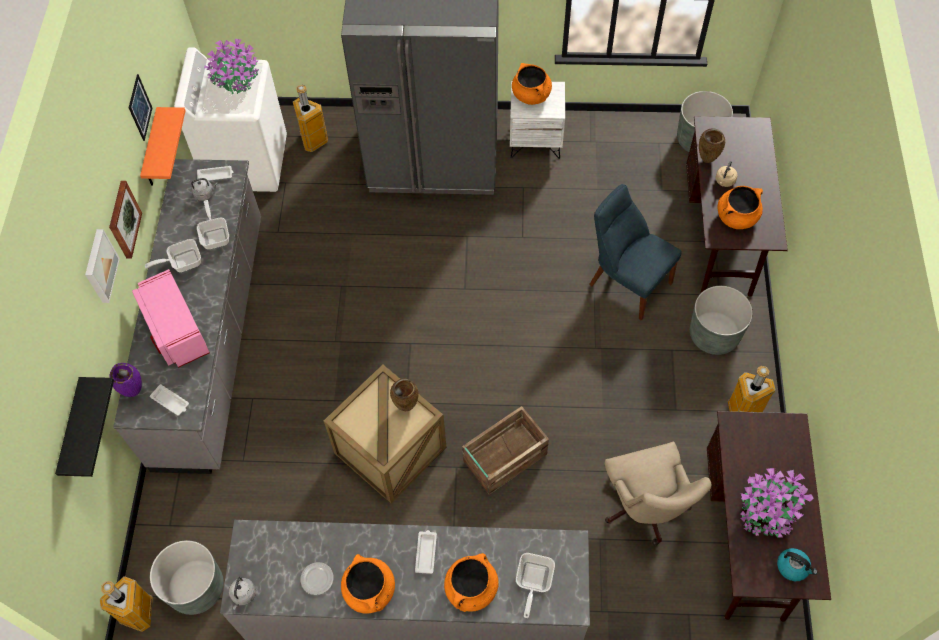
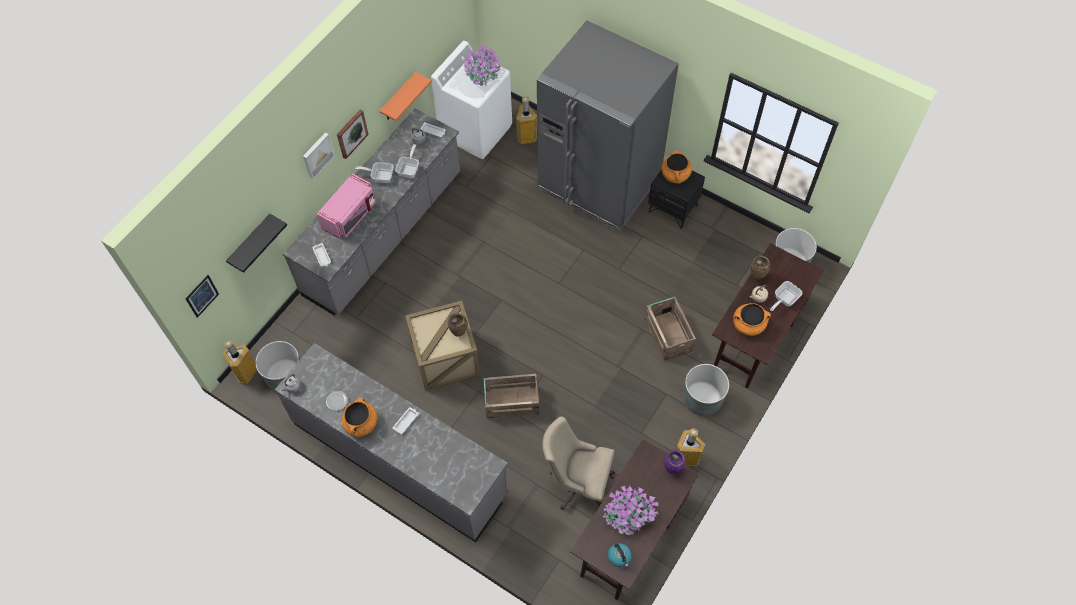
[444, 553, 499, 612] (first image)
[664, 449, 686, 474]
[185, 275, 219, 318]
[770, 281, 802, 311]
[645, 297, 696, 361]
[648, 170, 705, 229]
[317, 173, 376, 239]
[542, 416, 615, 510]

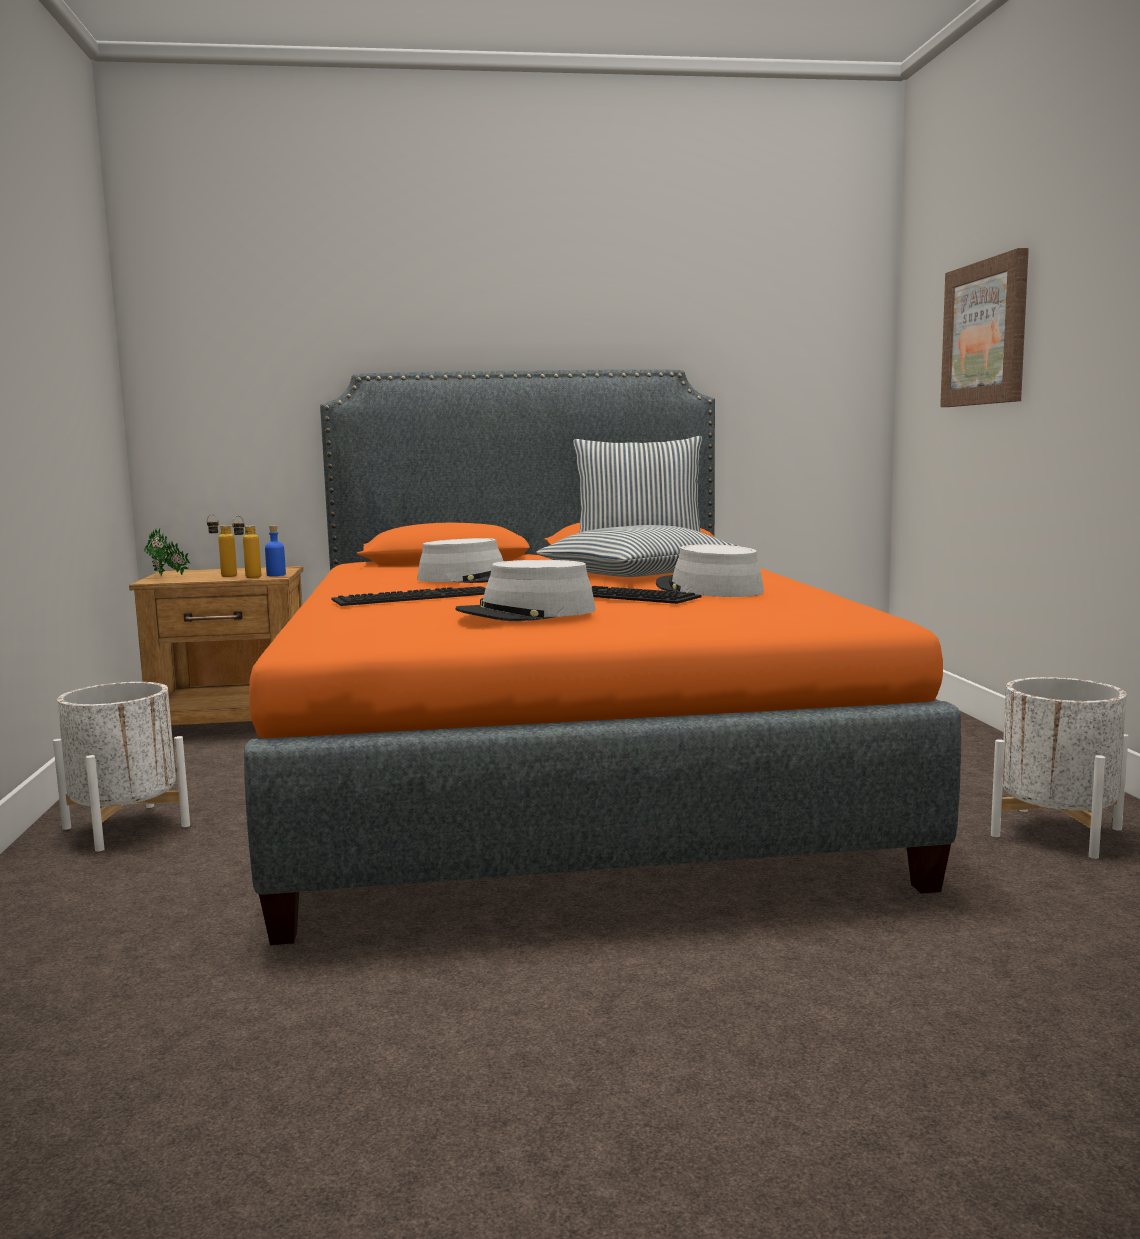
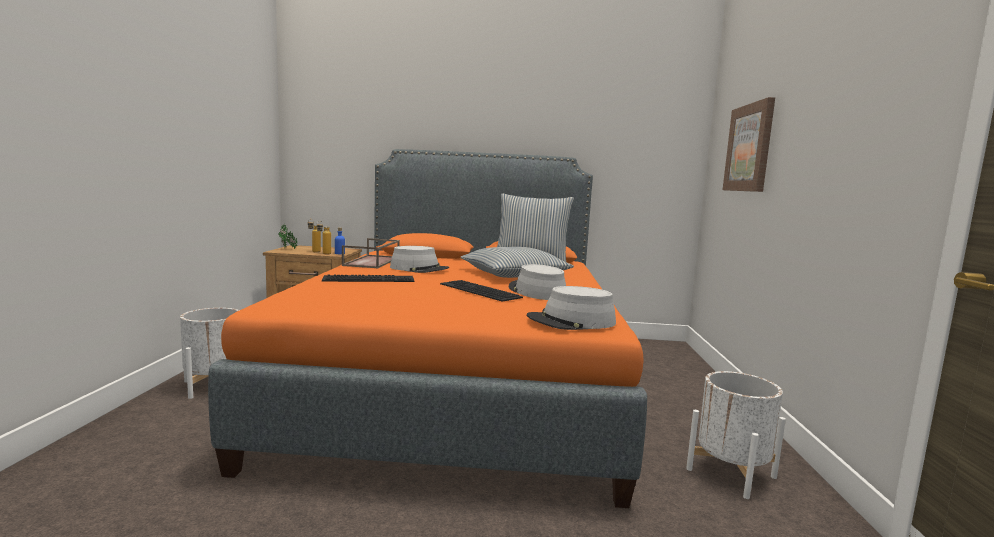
[342, 238, 400, 268]
[526, 286, 616, 330]

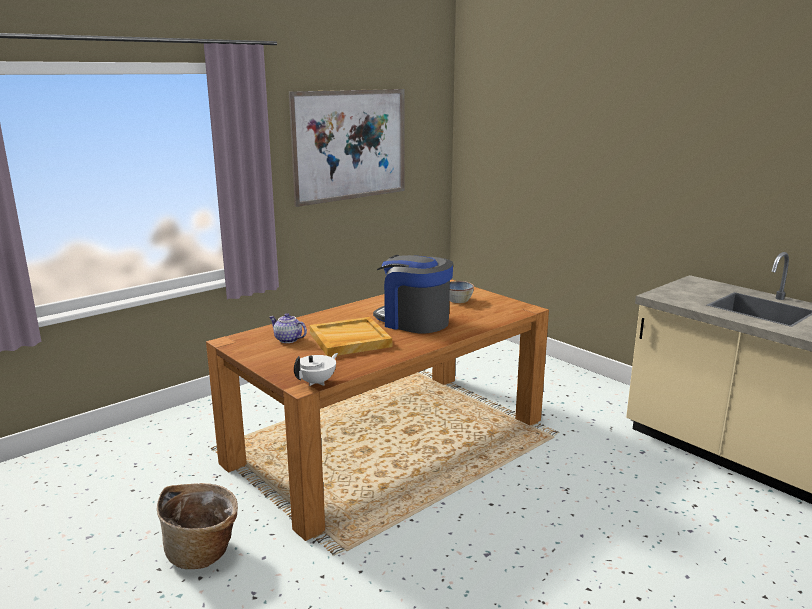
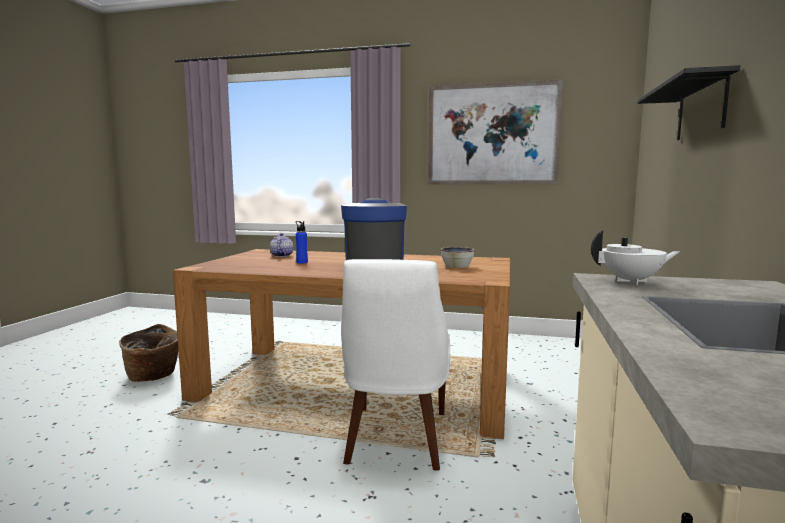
[341, 259, 450, 471]
[637, 65, 740, 140]
[591, 230, 681, 285]
[296, 221, 308, 264]

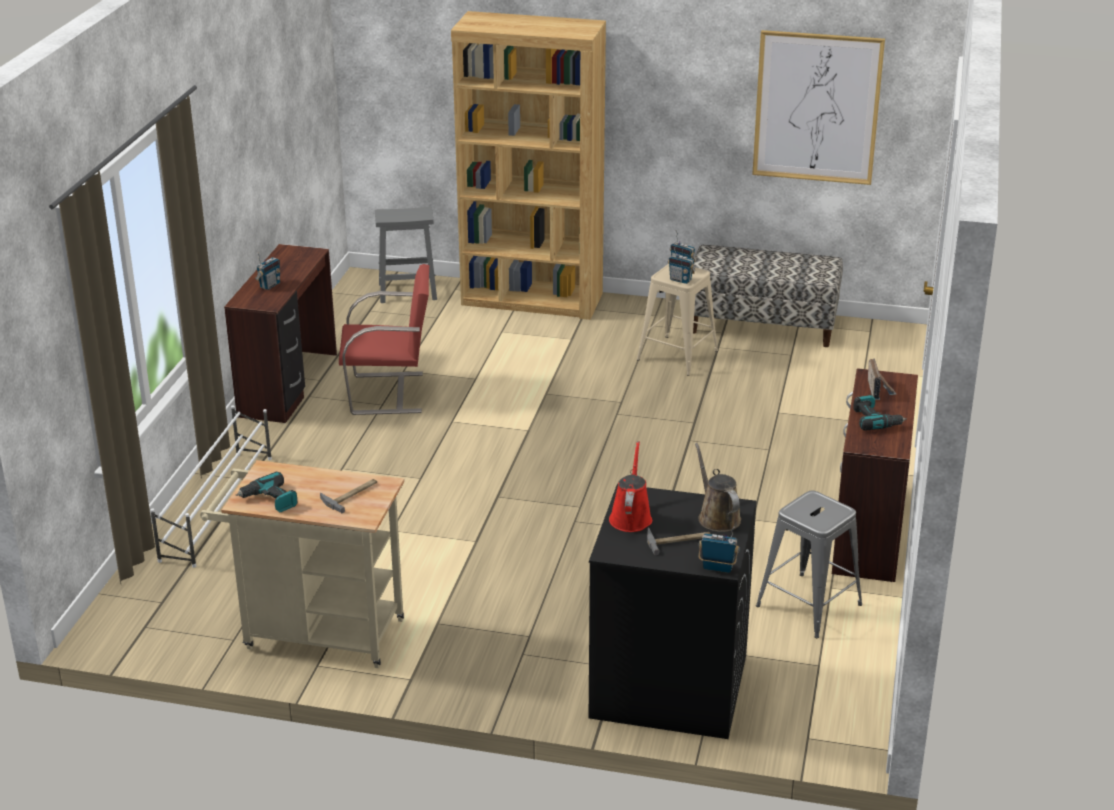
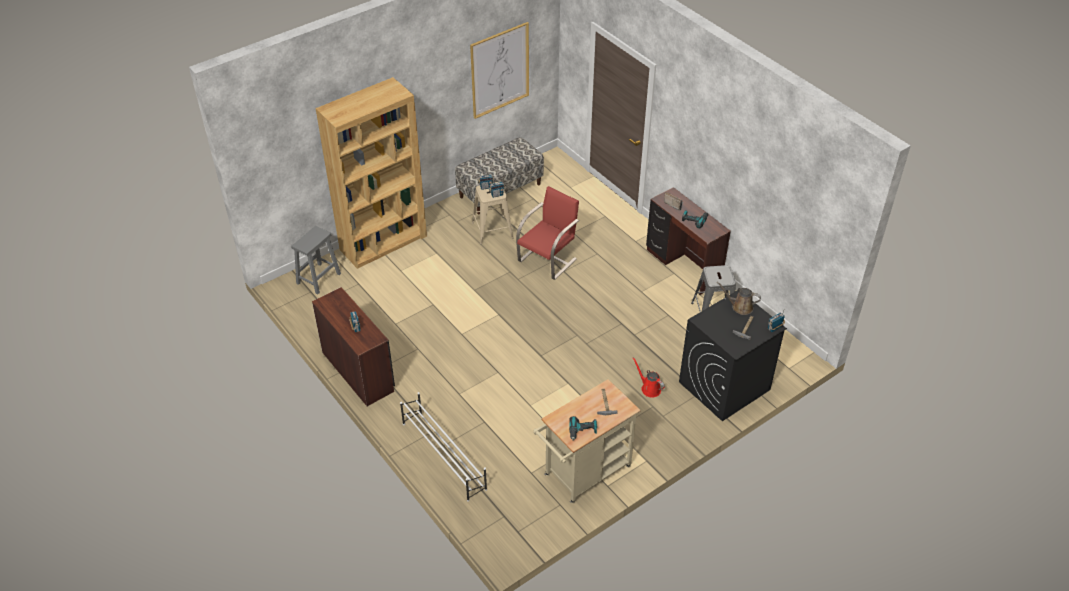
[516, 186, 579, 280]
[633, 357, 665, 398]

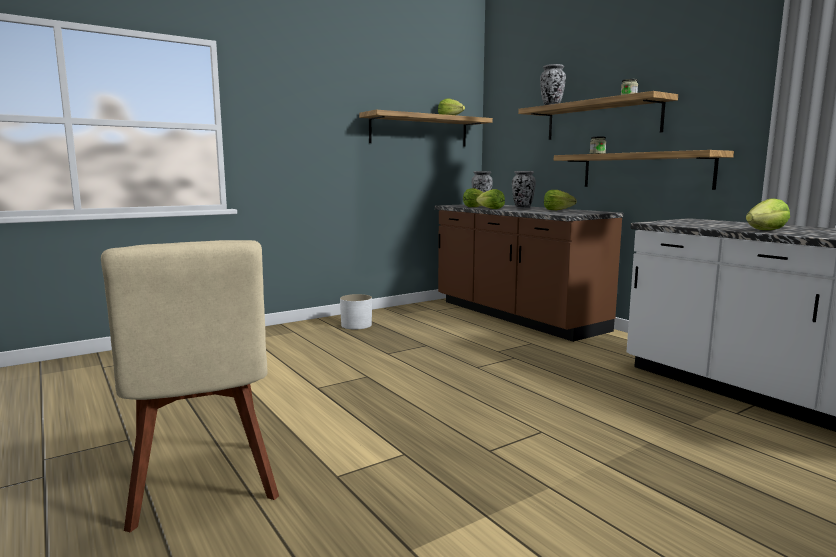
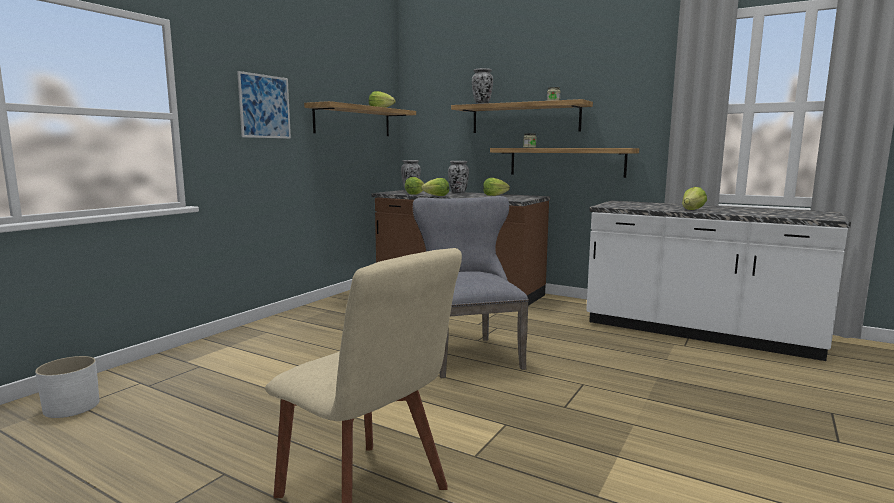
[237, 71, 291, 139]
[413, 196, 529, 378]
[35, 356, 99, 418]

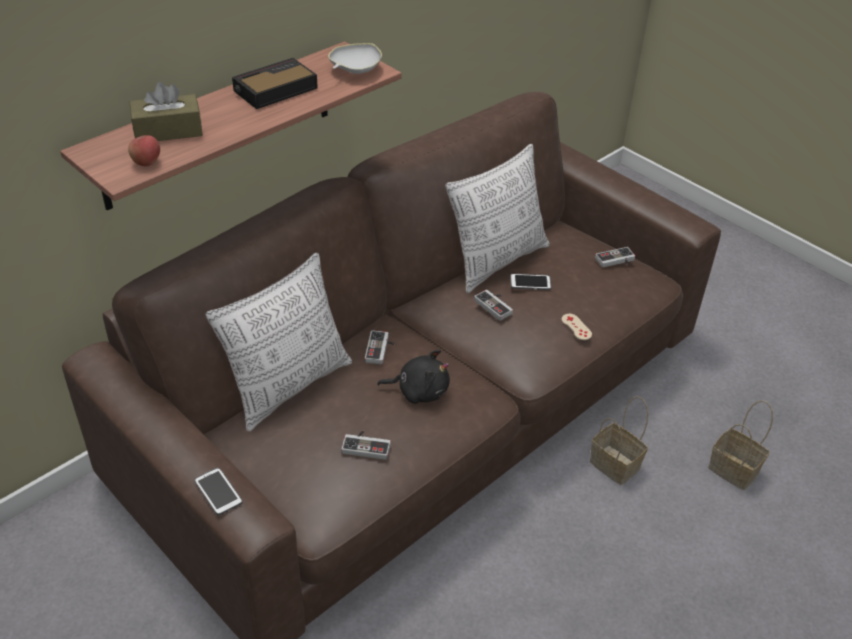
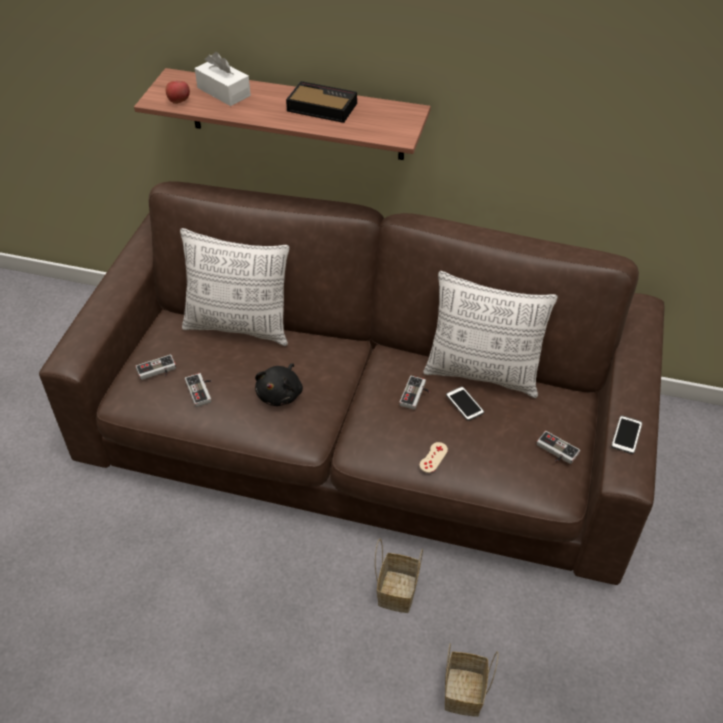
[328, 43, 382, 74] (first image)
[611, 416, 642, 454]
[136, 355, 176, 380]
[195, 52, 251, 106]
[255, 363, 303, 406]

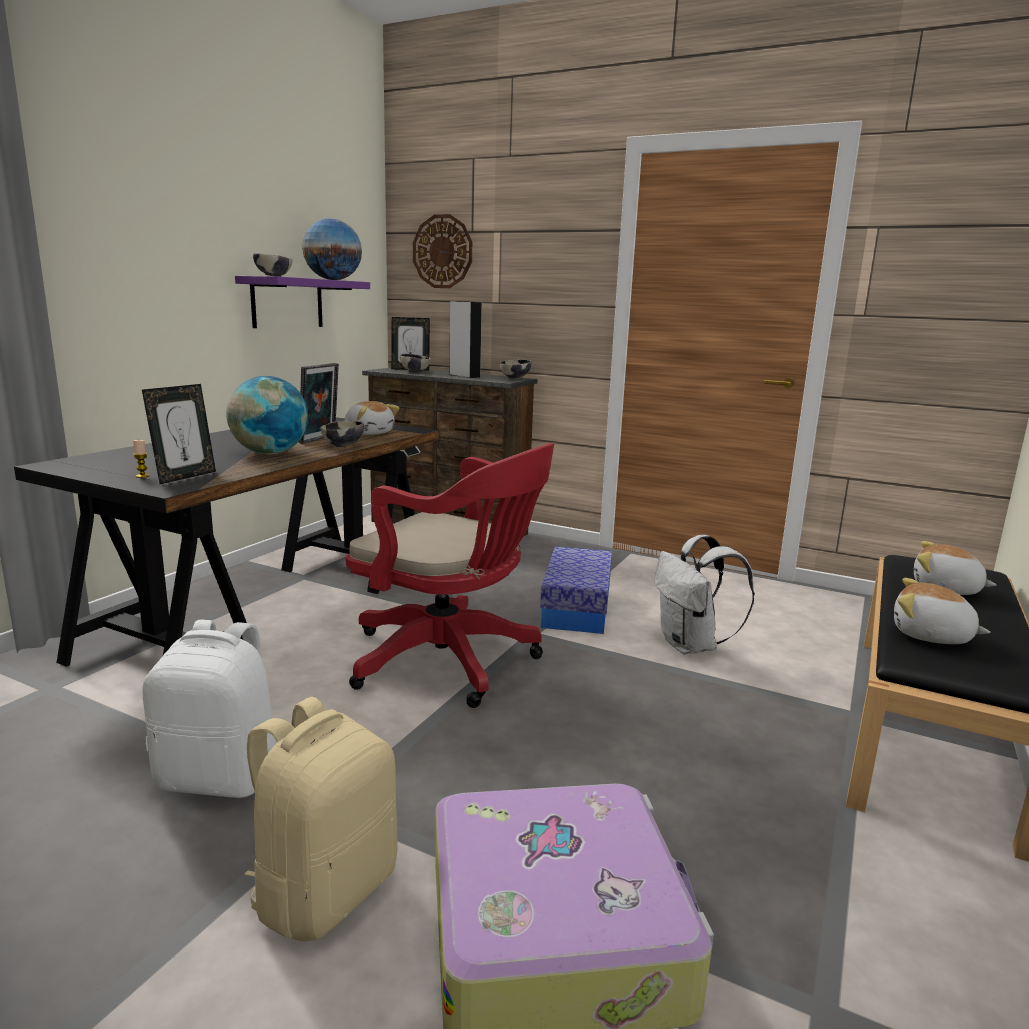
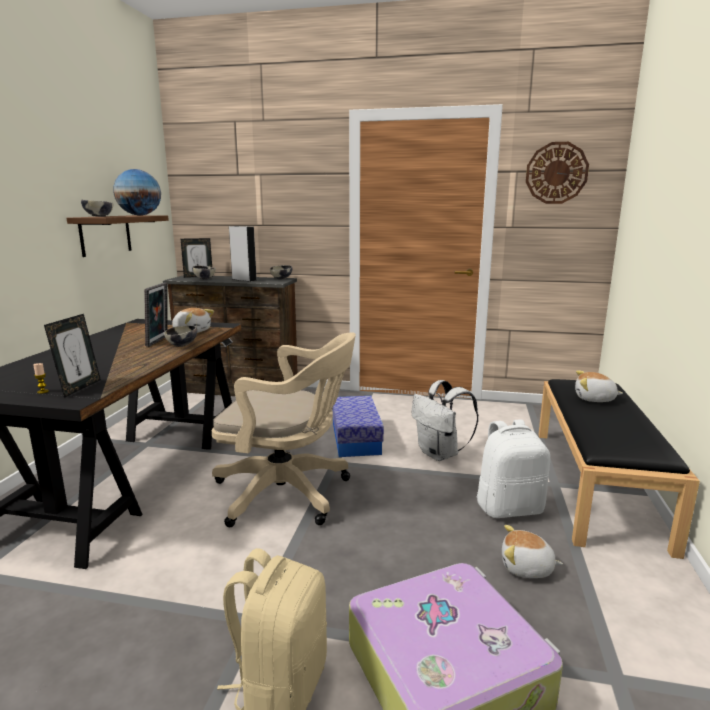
[226, 376, 308, 454] (first image)
[477, 419, 550, 518]
[526, 142, 589, 204]
[502, 525, 563, 578]
[67, 215, 169, 257]
[212, 332, 356, 527]

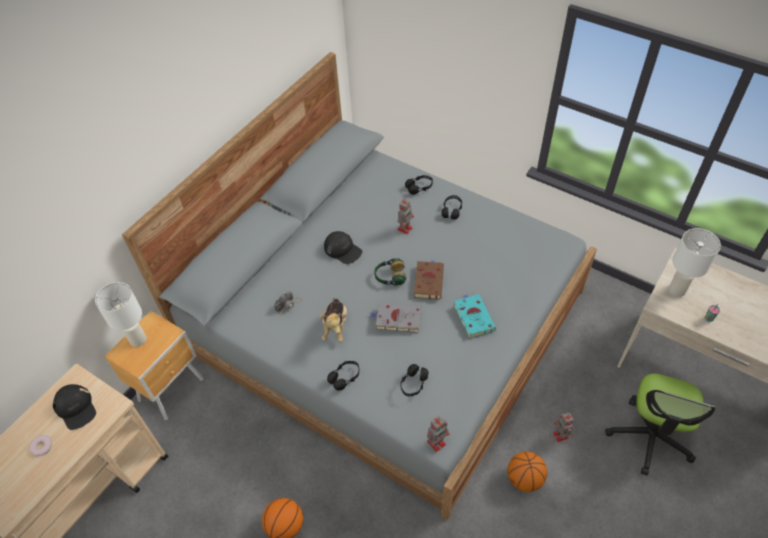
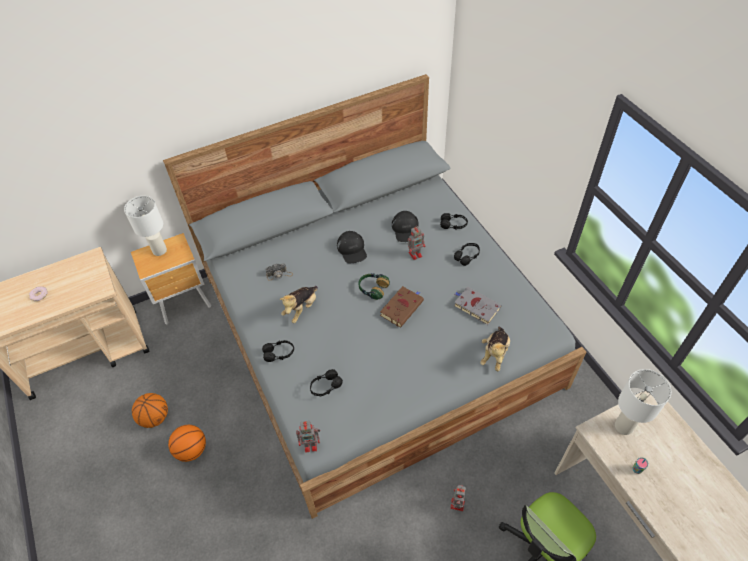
[454, 294, 496, 339] (first image)
[480, 327, 510, 371]
[392, 211, 418, 242]
[454, 287, 502, 325]
[132, 393, 168, 428]

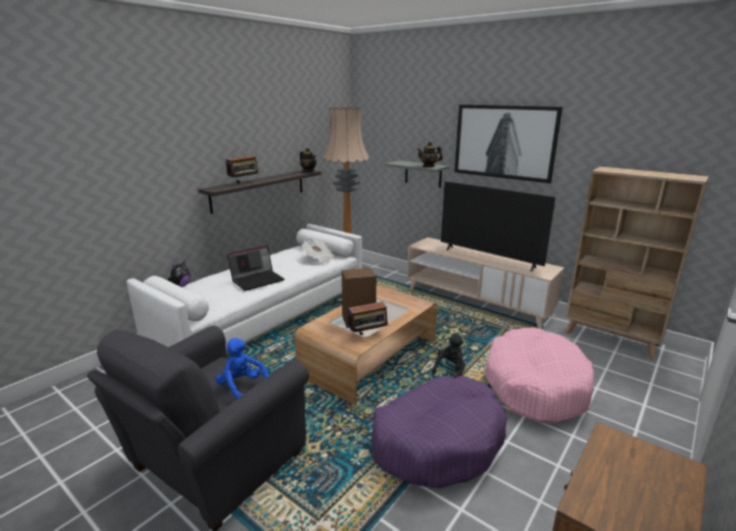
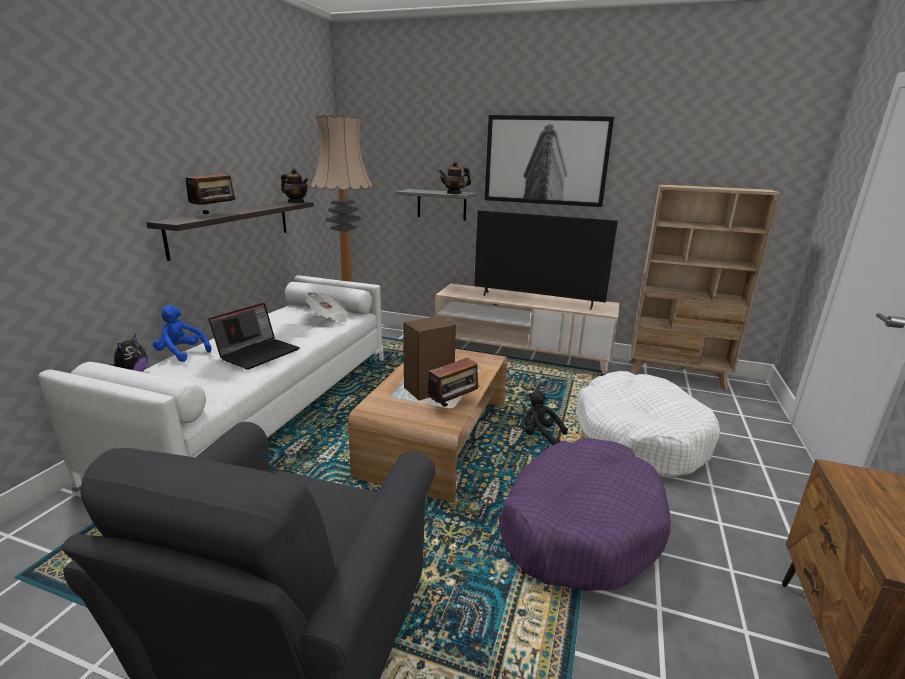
[153, 305, 211, 362]
[576, 371, 720, 478]
[524, 391, 568, 445]

